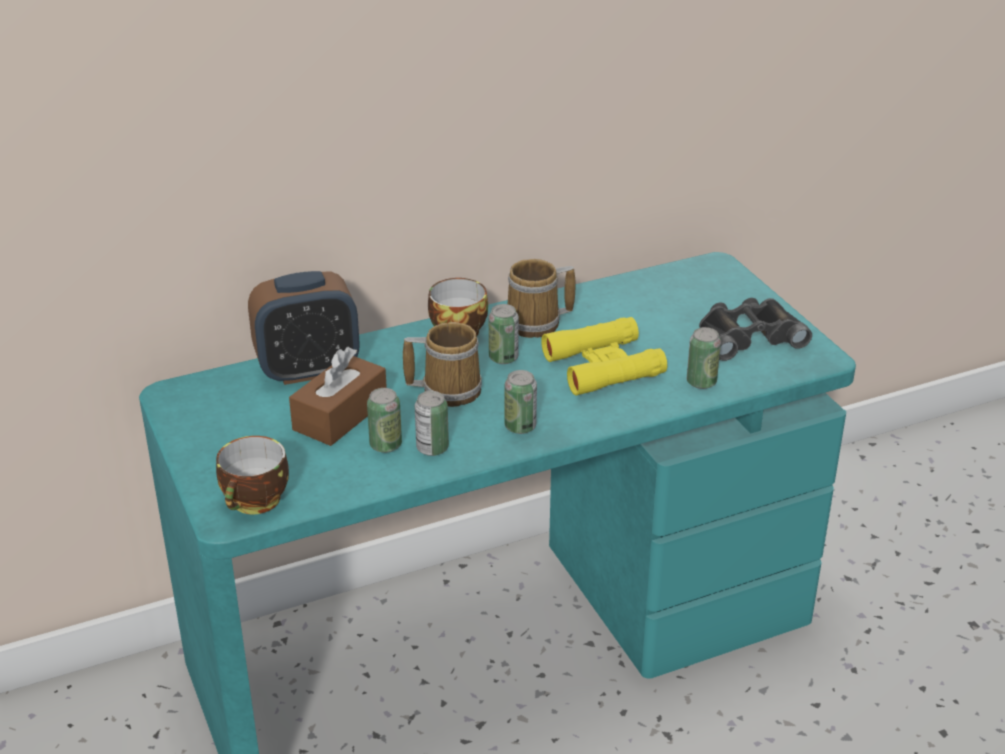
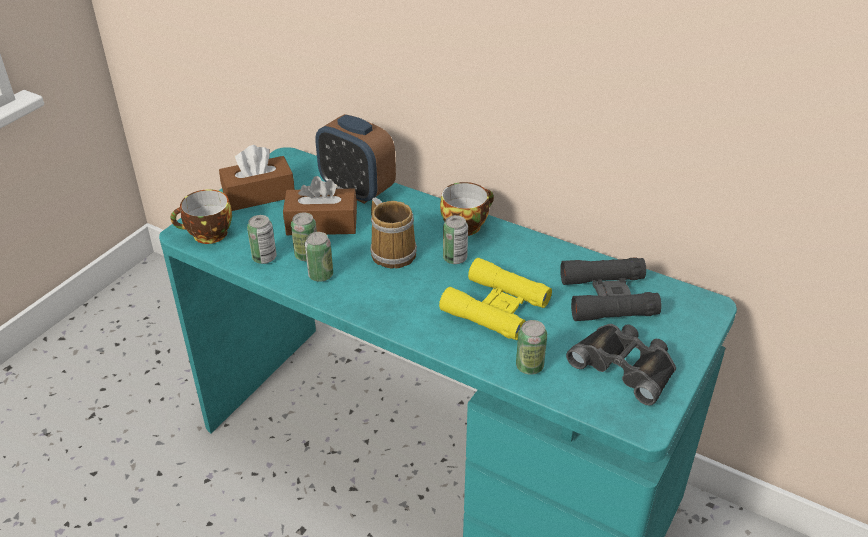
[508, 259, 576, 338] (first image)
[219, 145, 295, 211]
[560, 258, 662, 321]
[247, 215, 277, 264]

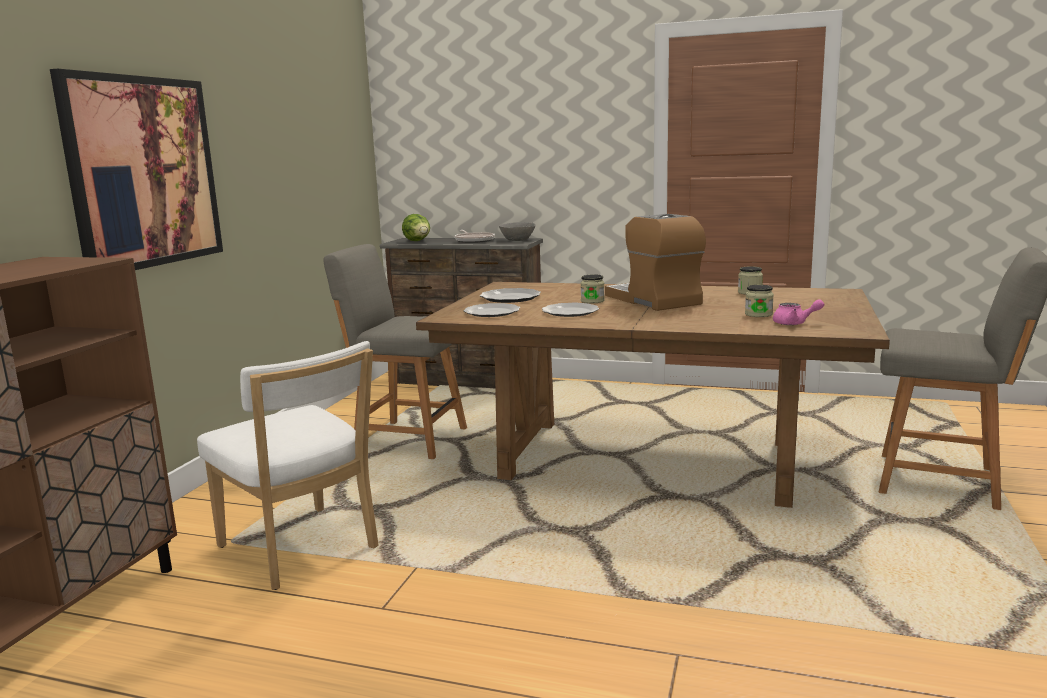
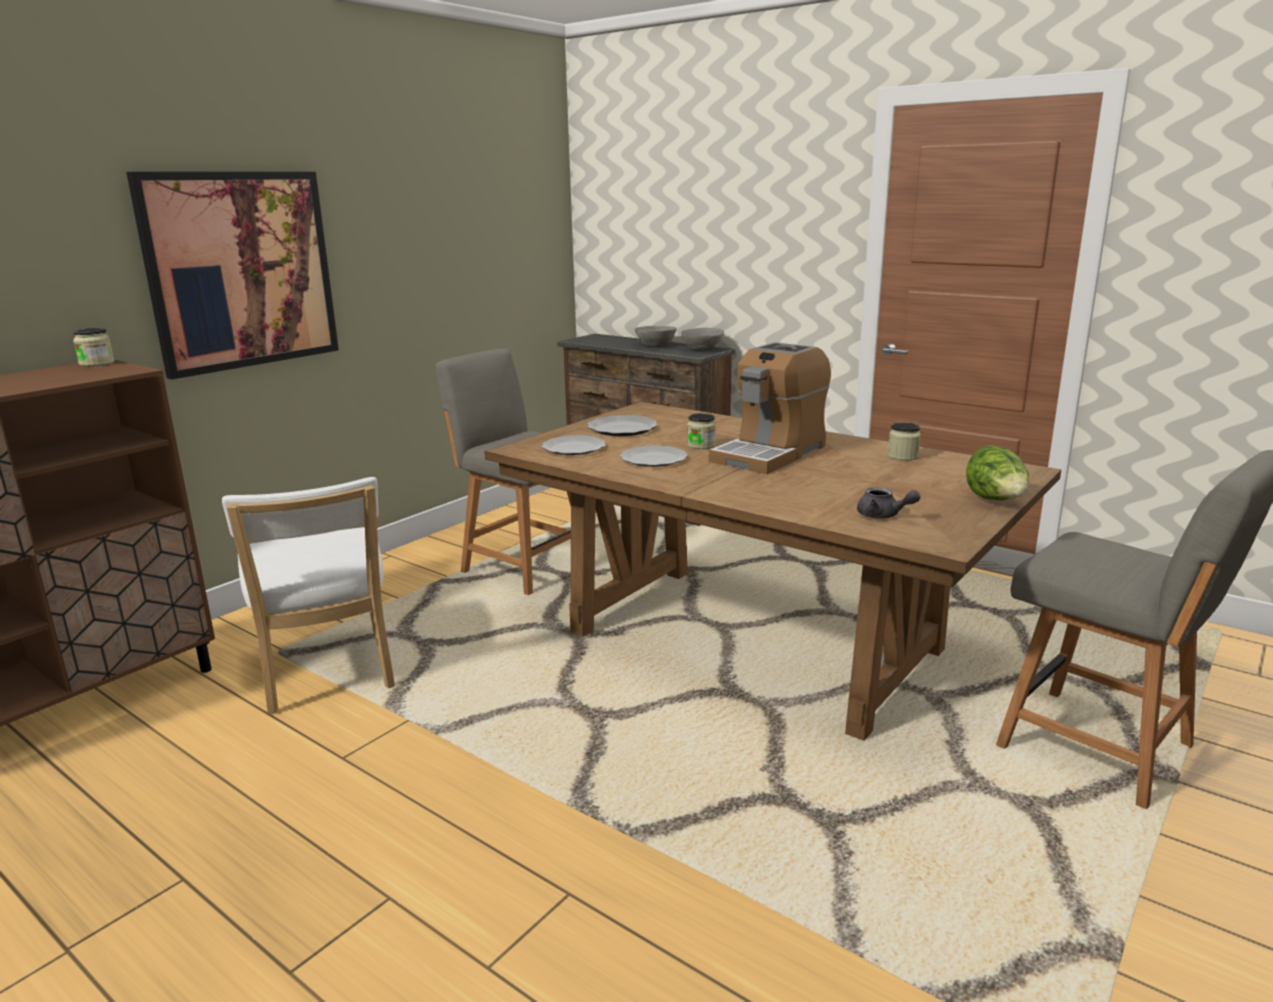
[966, 445, 1029, 500]
[73, 328, 114, 366]
[635, 326, 677, 347]
[857, 487, 920, 519]
[709, 342, 831, 474]

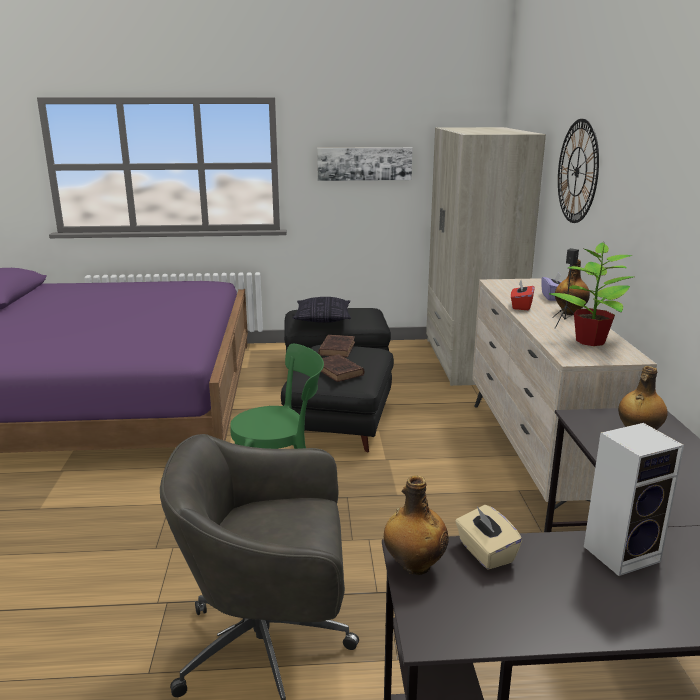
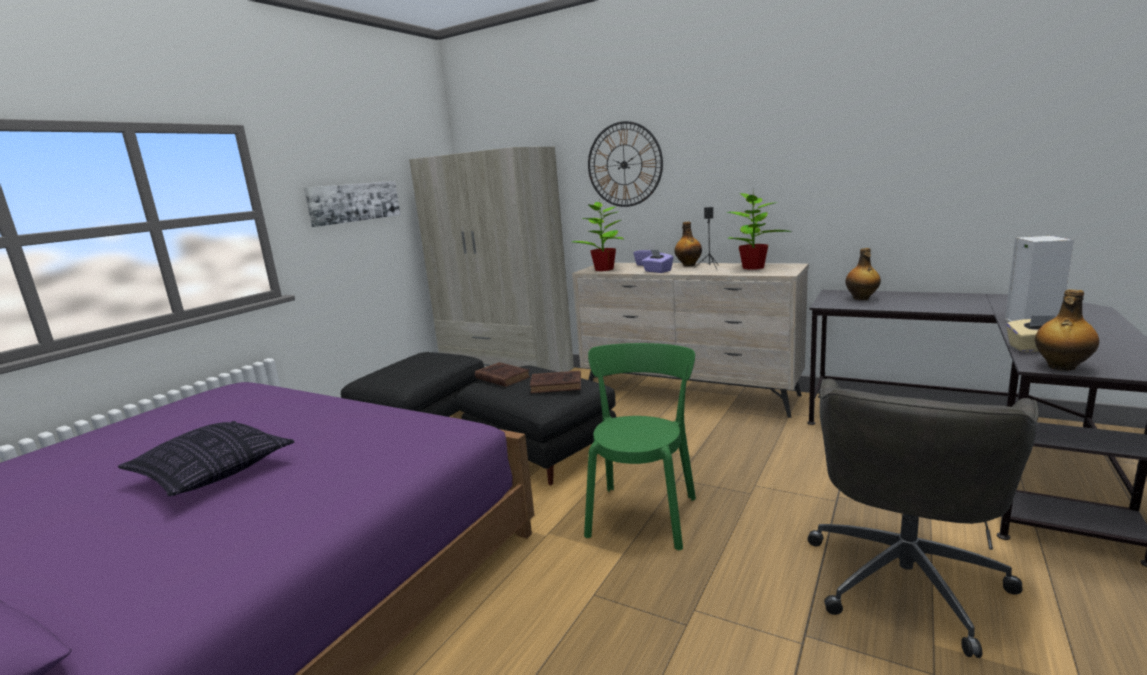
[573, 199, 624, 271]
[118, 421, 295, 496]
[642, 250, 673, 273]

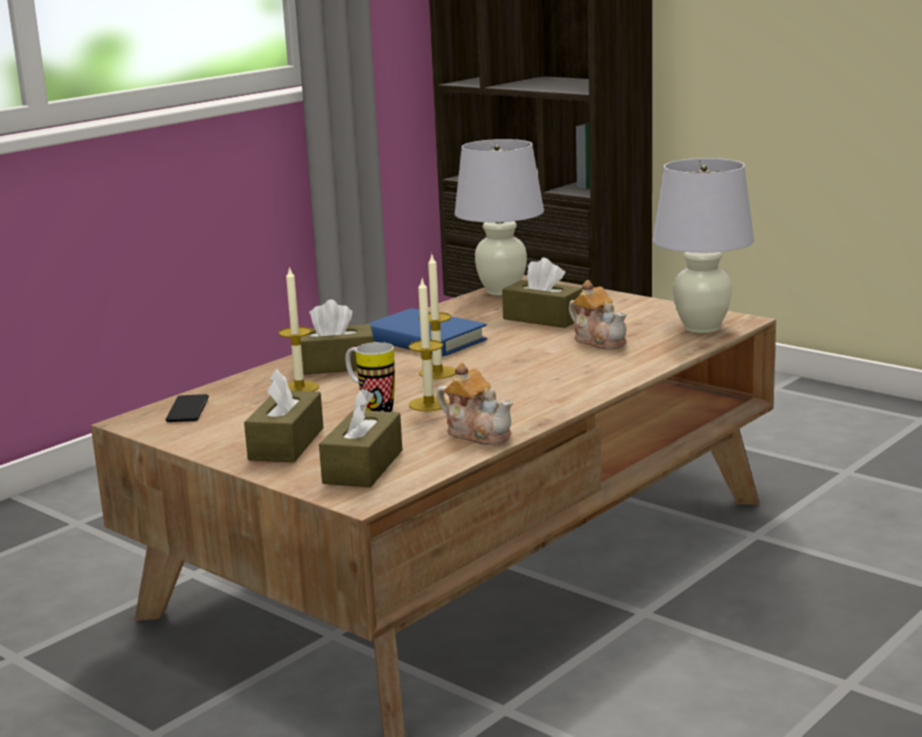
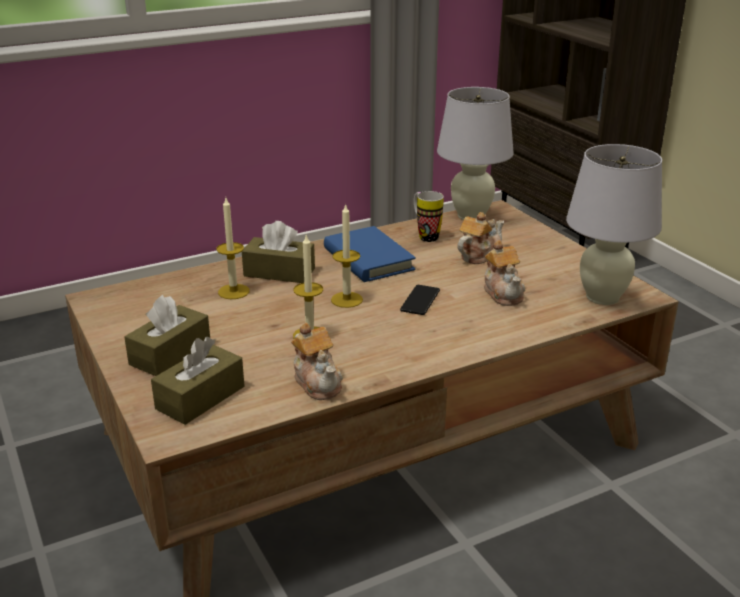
[400, 285, 440, 315]
[414, 191, 444, 242]
[457, 212, 504, 264]

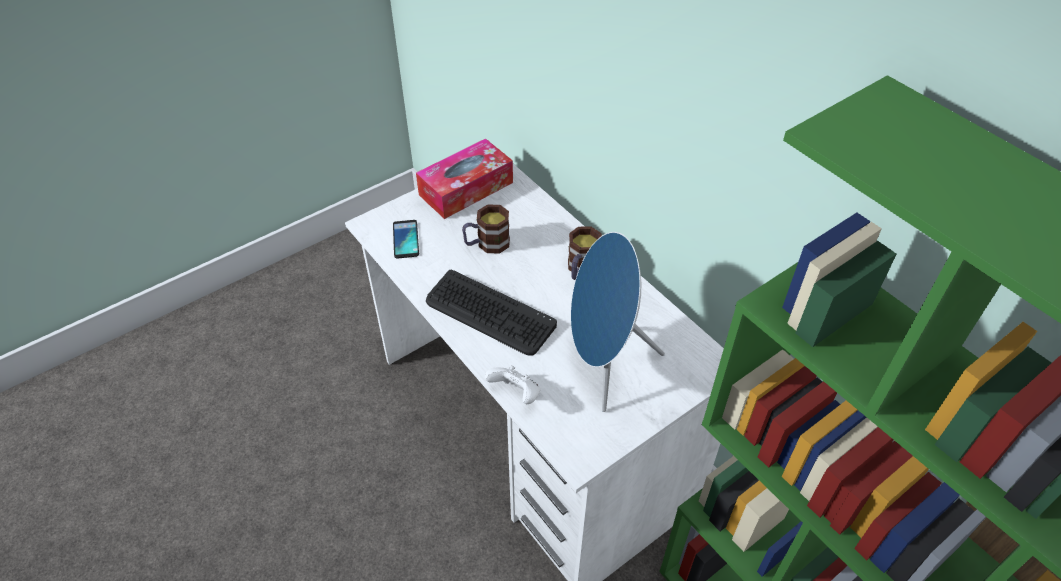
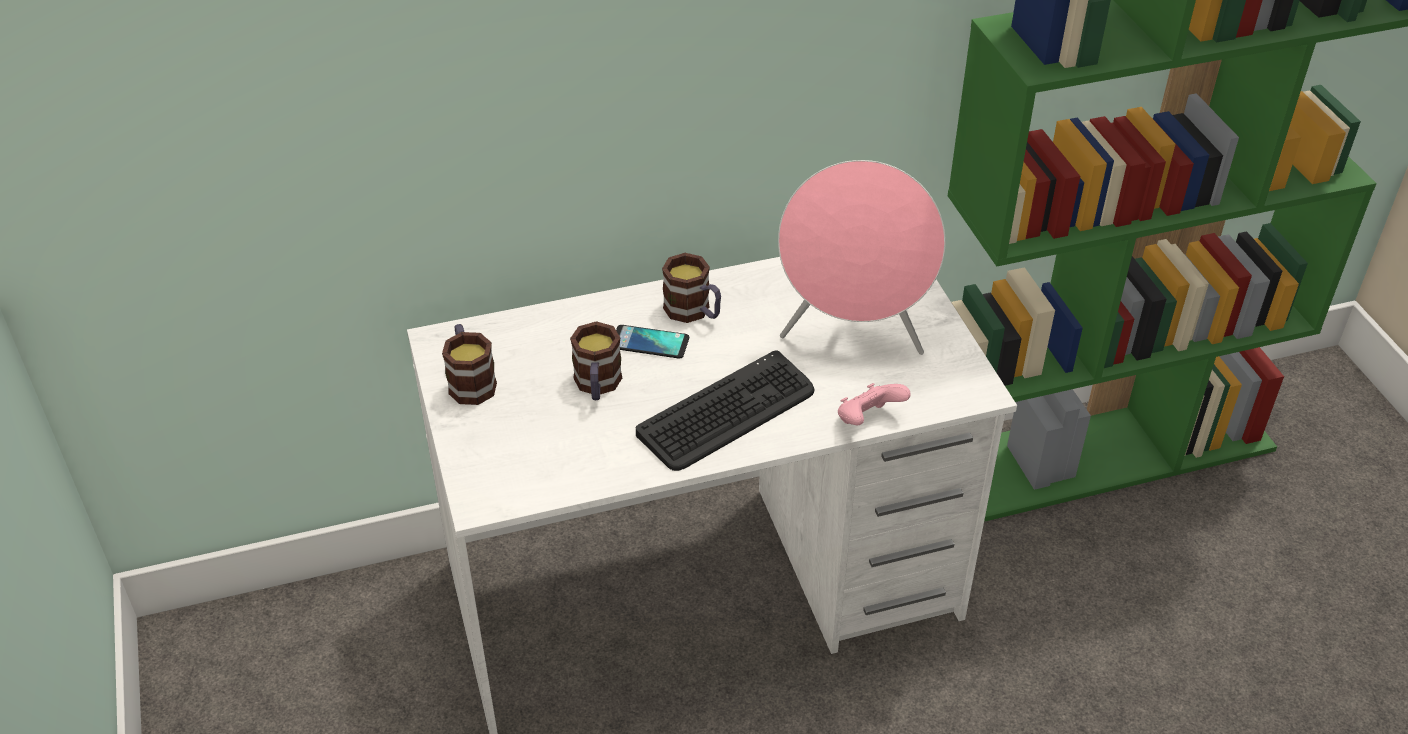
[616, 325, 689, 359]
[442, 324, 497, 405]
[838, 383, 911, 425]
[778, 160, 946, 355]

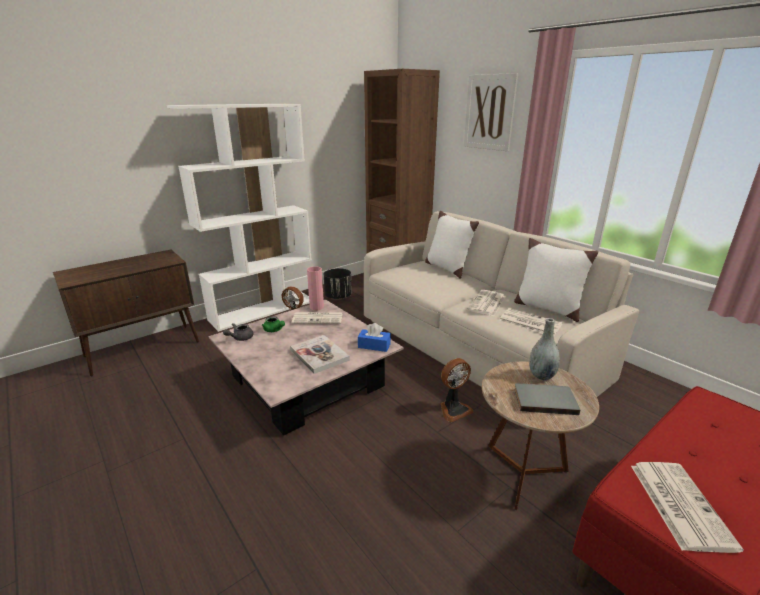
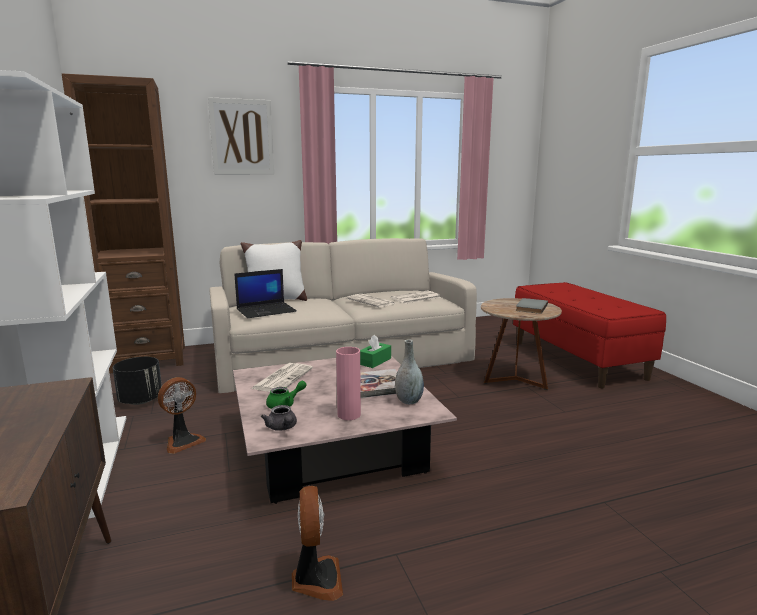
[514, 238, 598, 322] (first image)
[631, 462, 744, 553] (first image)
[234, 269, 297, 318]
[336, 347, 361, 420]
[292, 486, 343, 601]
[395, 339, 424, 404]
[360, 334, 391, 368]

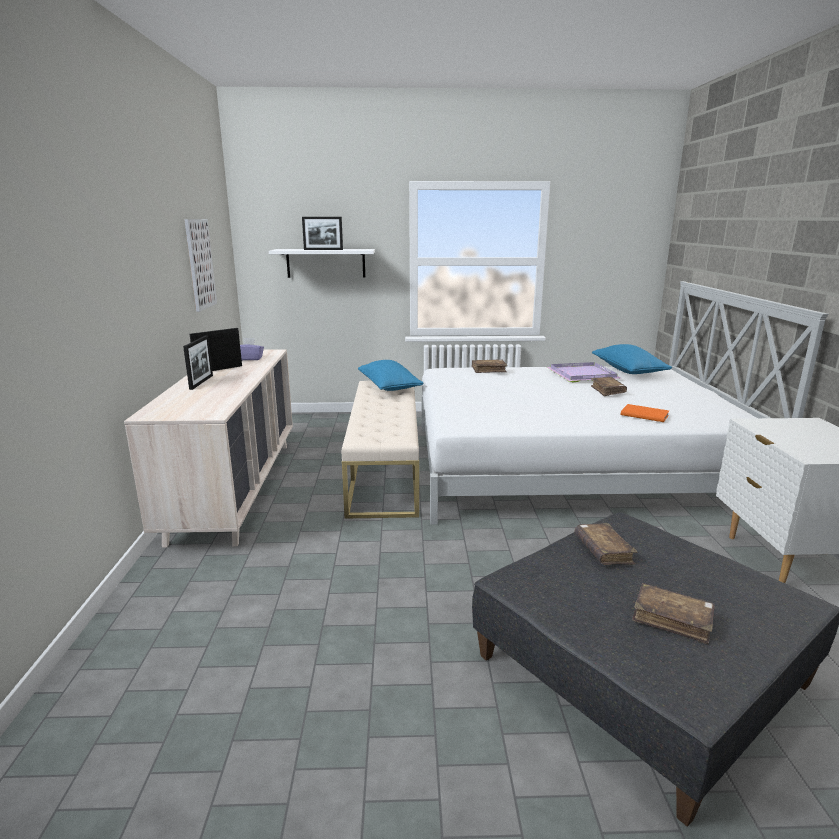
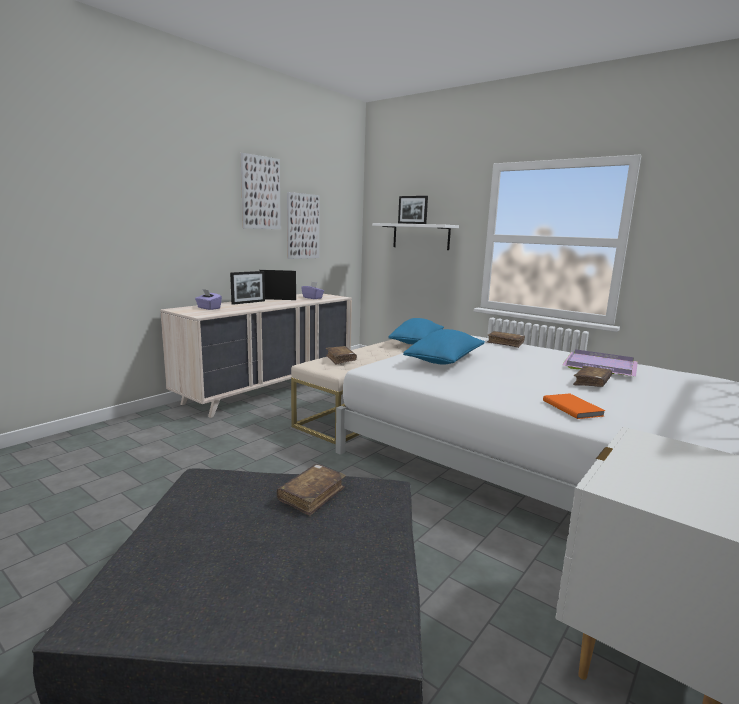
[195, 289, 222, 310]
[240, 153, 281, 229]
[403, 329, 485, 365]
[326, 346, 357, 365]

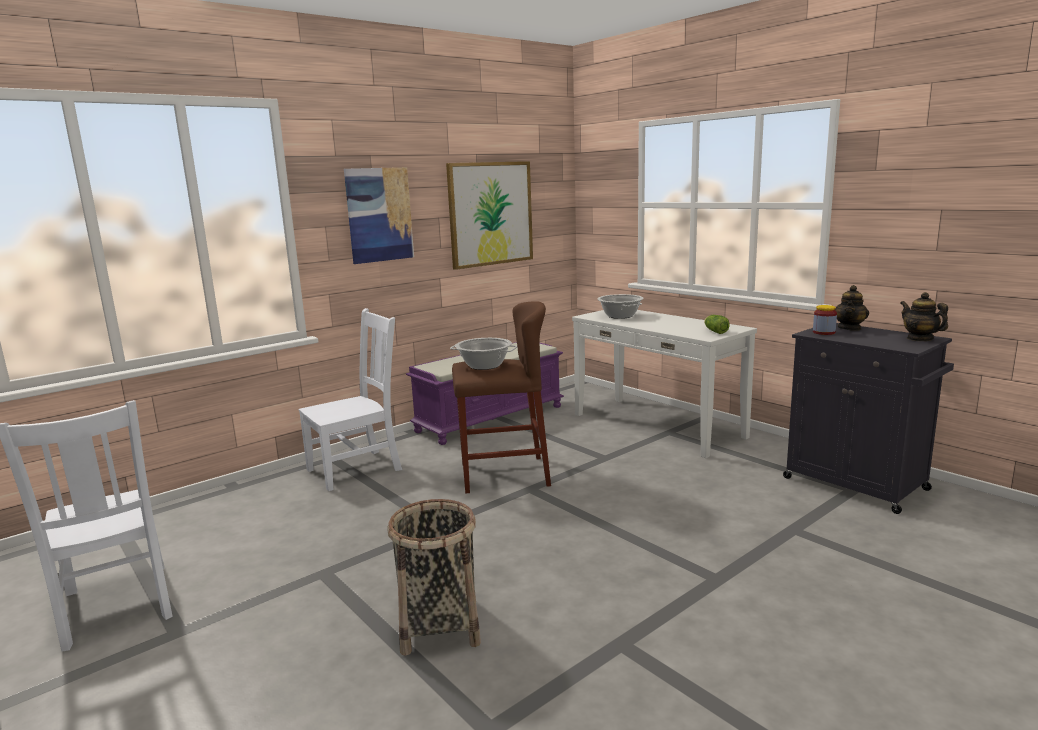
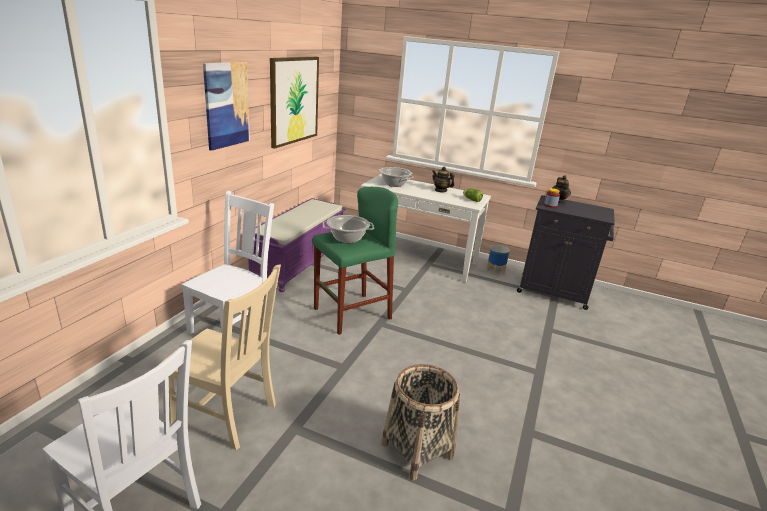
[160, 265, 281, 450]
[487, 245, 510, 275]
[432, 167, 454, 192]
[312, 187, 398, 335]

